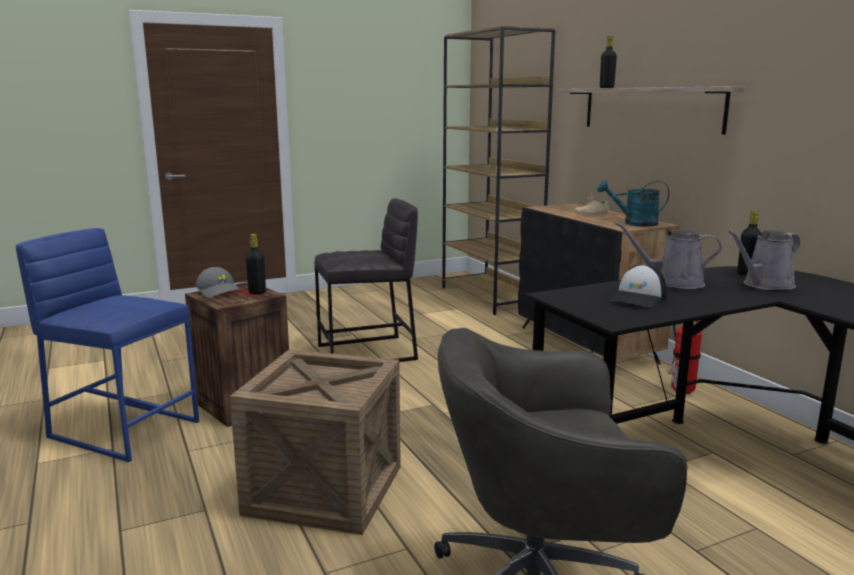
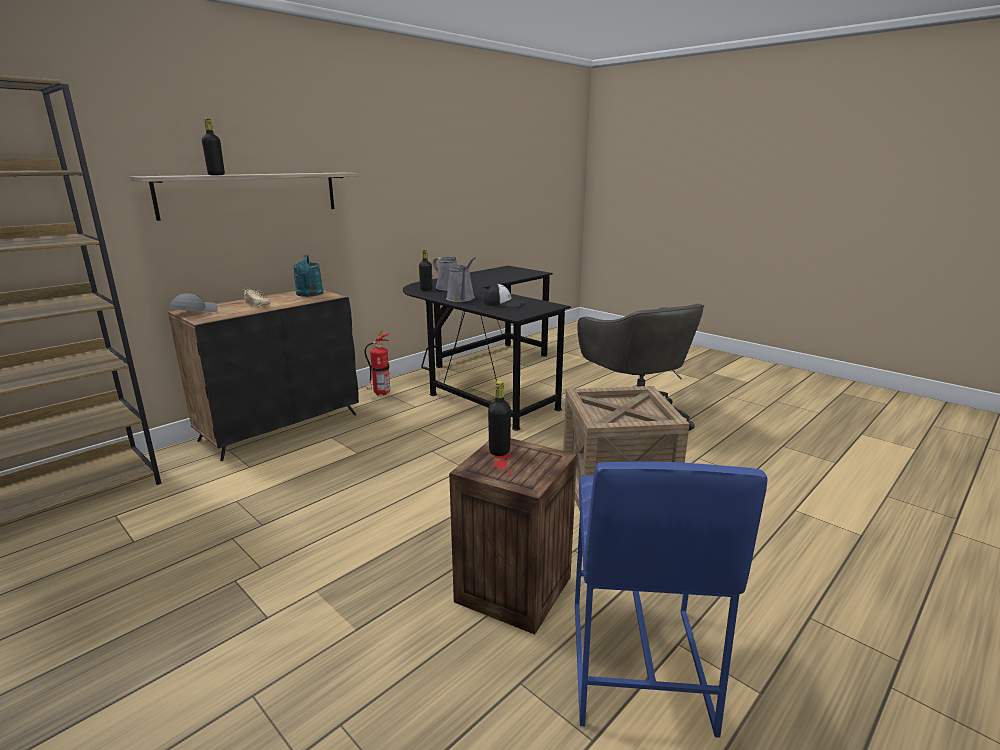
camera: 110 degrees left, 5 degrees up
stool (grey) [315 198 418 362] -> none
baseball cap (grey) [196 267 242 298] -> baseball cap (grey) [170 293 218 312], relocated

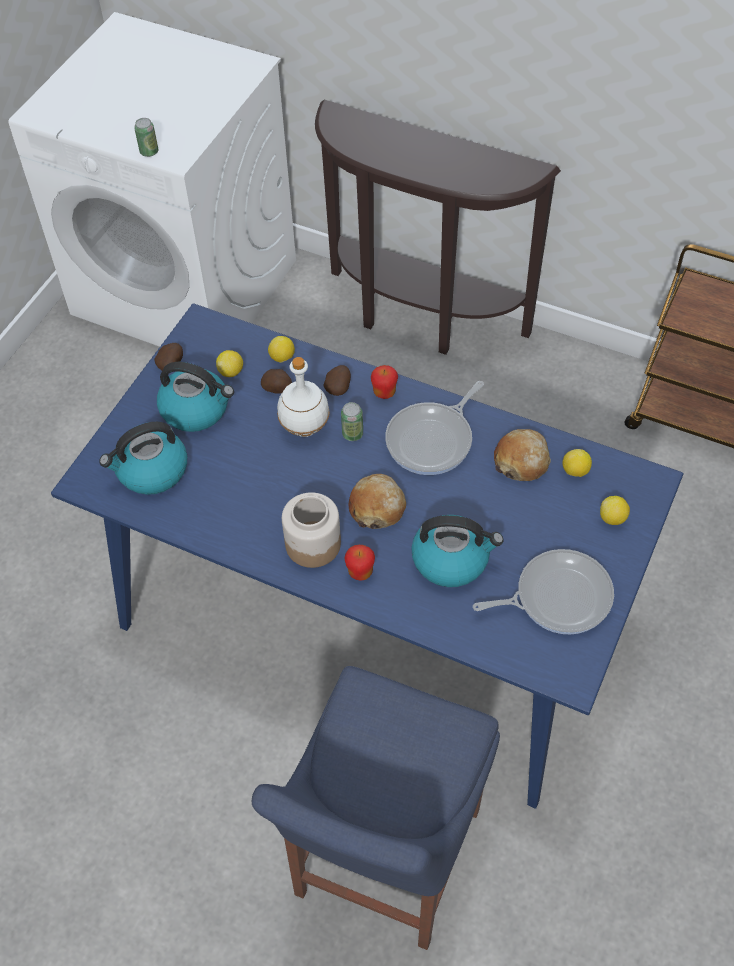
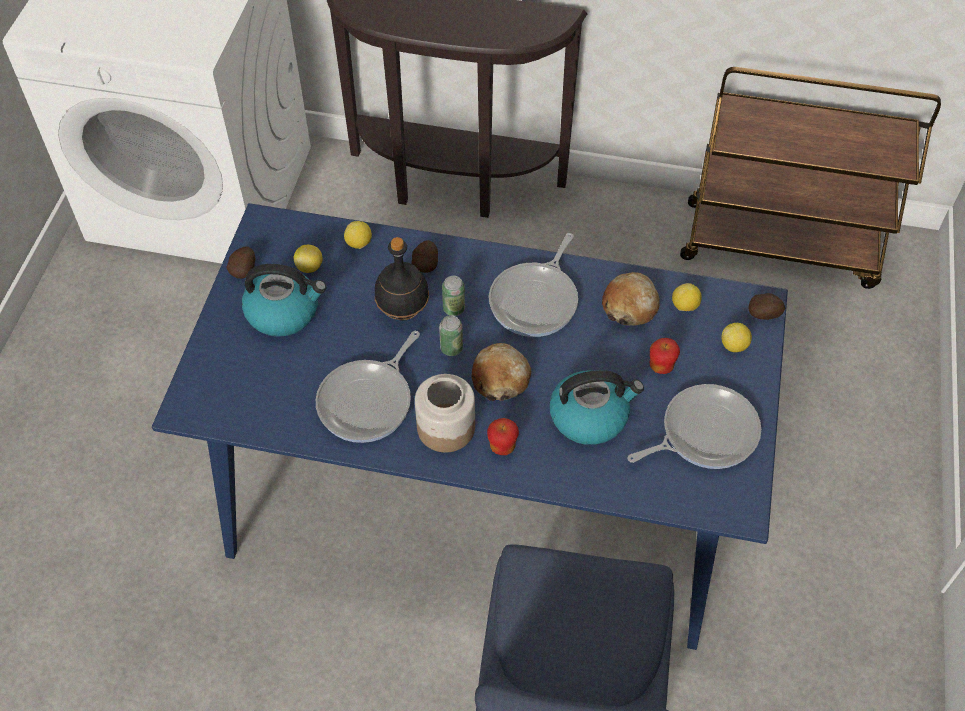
camera: 15 degrees left, 0 degrees up
kettle [99 422 187 495] -> none
none -> frying pan [316 331 420 443]
metal can [134 118 158 157] -> metal can [439 315 463 356], relocated
spud [261 369 292 393] -> spud [748 293 785 320], relocated
apple fruit [371 365 398 399] -> apple fruit [650 338 680 374], relocated
bottle (white) [277 357 330 437] -> bottle (black-coloured) [375 237 429 321]

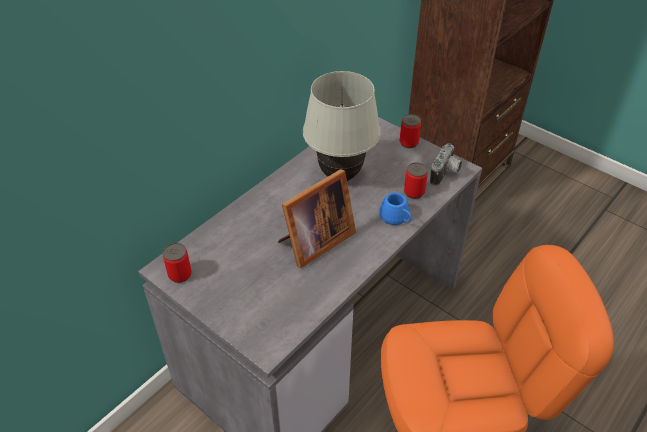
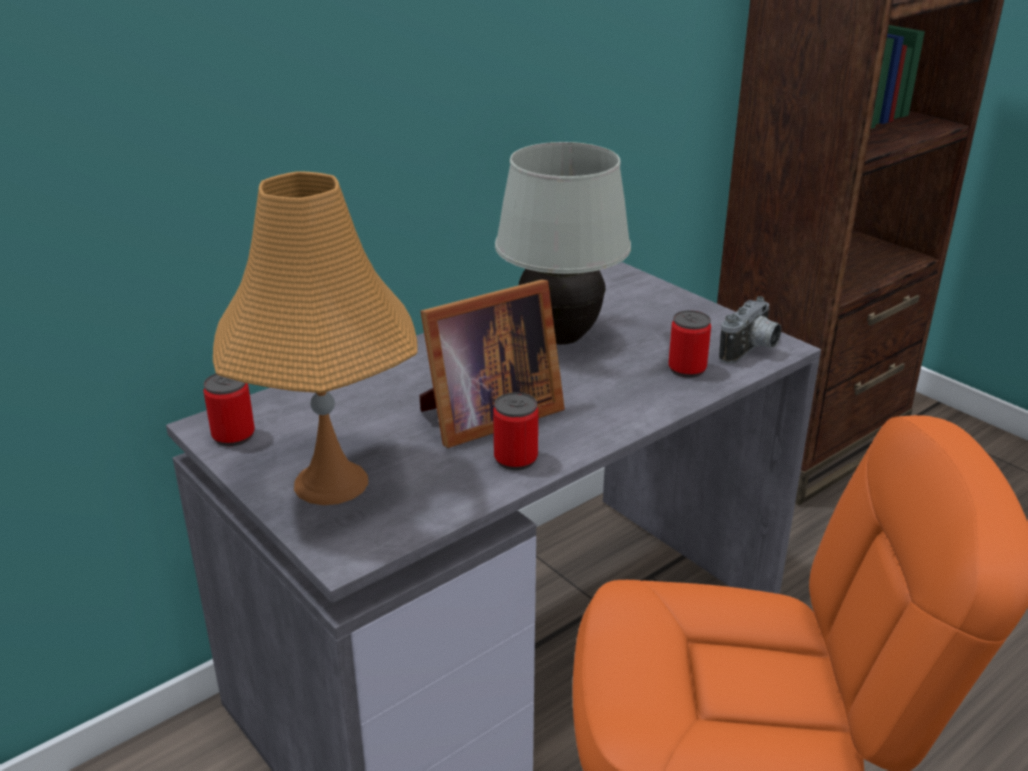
camera: 10 degrees right, 15 degrees down
mug (blue) [379 193 412 225] -> none
none -> lamp for a table (orangey) [213 171 418 505]
metal can [400 114 421 148] -> metal can [493 392 538 470], relocated

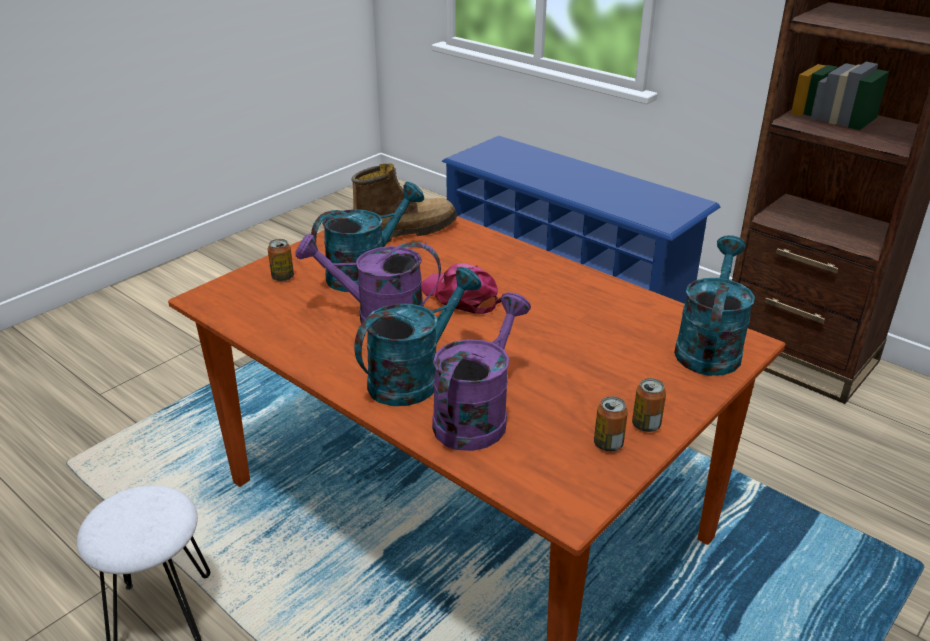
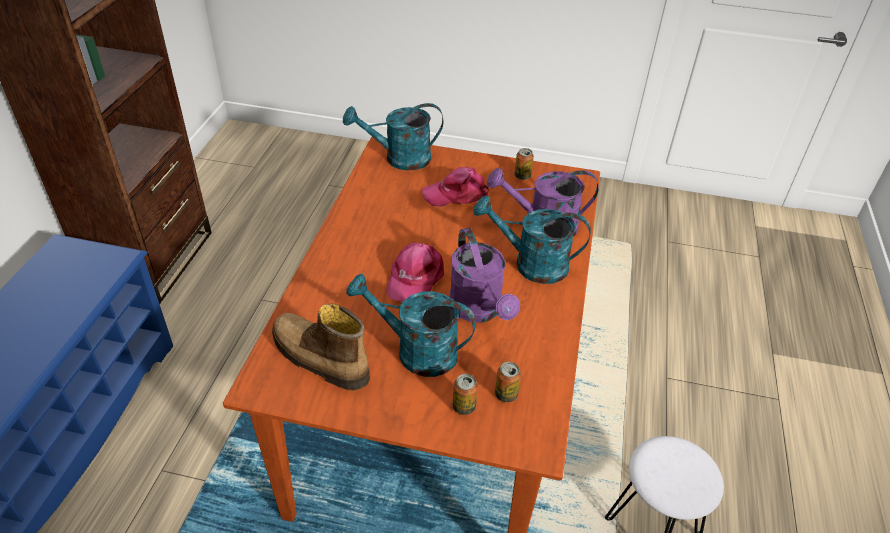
camera: 120 degrees left, 10 degrees up
none -> baseball cap (pink-coloured) [422 167 489 207]
metal can [632 378 666 432] -> metal can [495 362 521 402], relocated

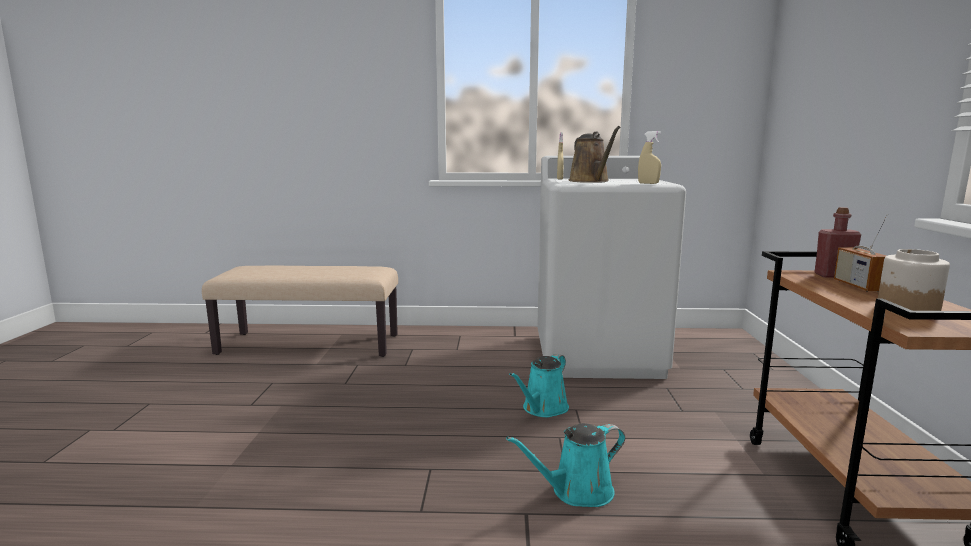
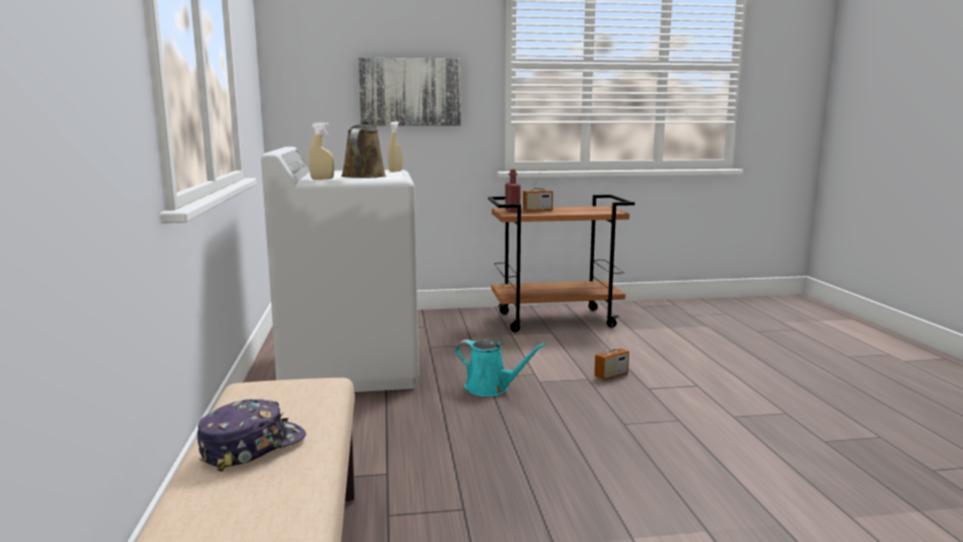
camera: 100 degrees left, 0 degrees up
storage jar [878 249 950 311] -> none
none -> baseball cap [197 399 306 472]
none -> wall art [358 58 461 126]
sprinkling can (turquoise) [506 423 625 507] -> radio [594 324 629 380]
sprinkling can (brown-coloured) [569 126 620 183] -> sprinkling can (brown-coloured) [341 117 386 178], 60 degrees counterclockwise

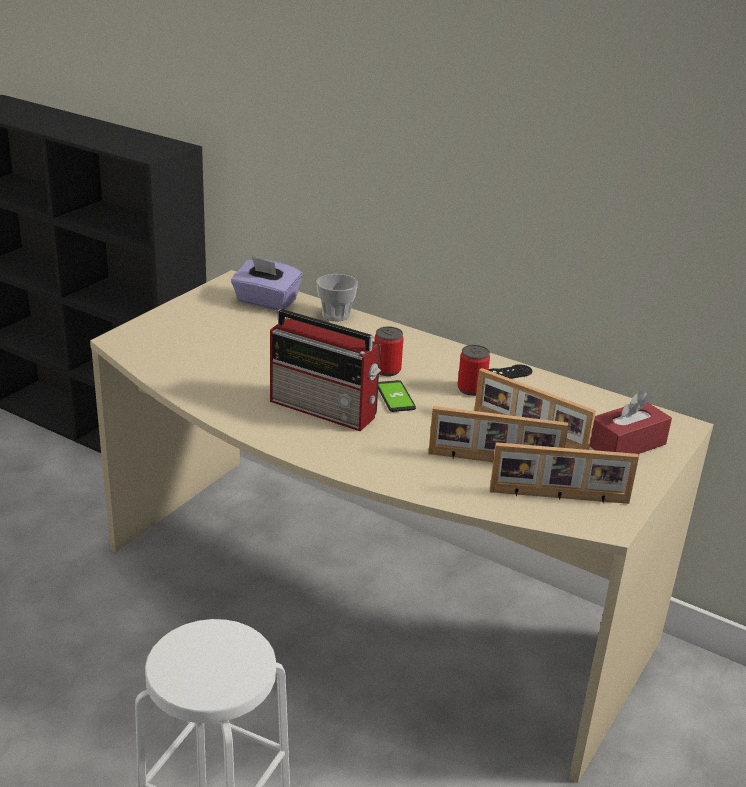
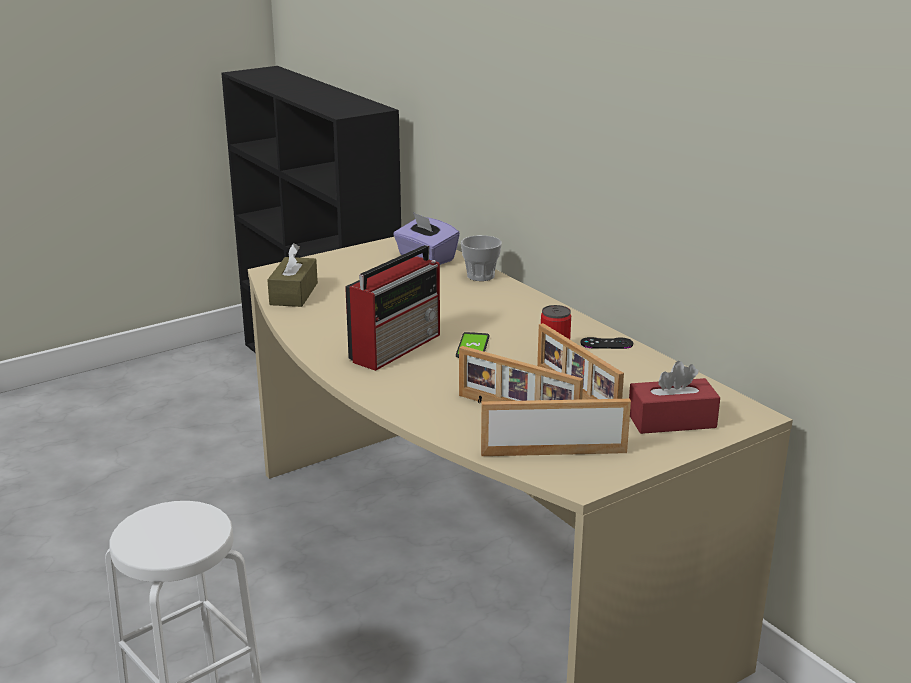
camera: 25 degrees right, 5 degrees down
metal can [375 327 404 376] -> none
none -> tissue holder (brown-coloured) [267 243 318 307]
radio [270 309 381 431] -> radio [345 245 440 371], 105 degrees counterclockwise
photo frame [490 442 639 504] -> photo frame [481 399 631 456], 150 degrees clockwise

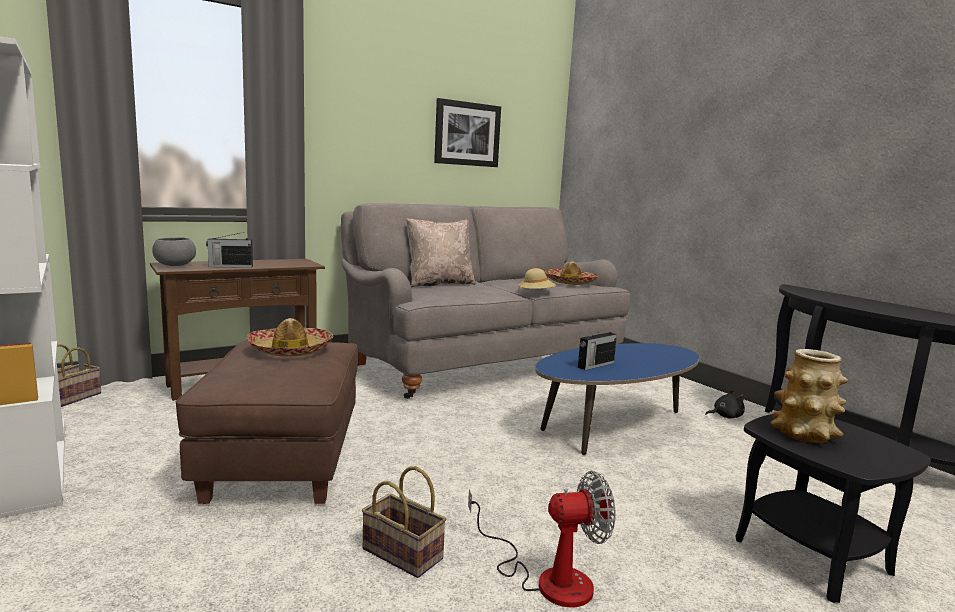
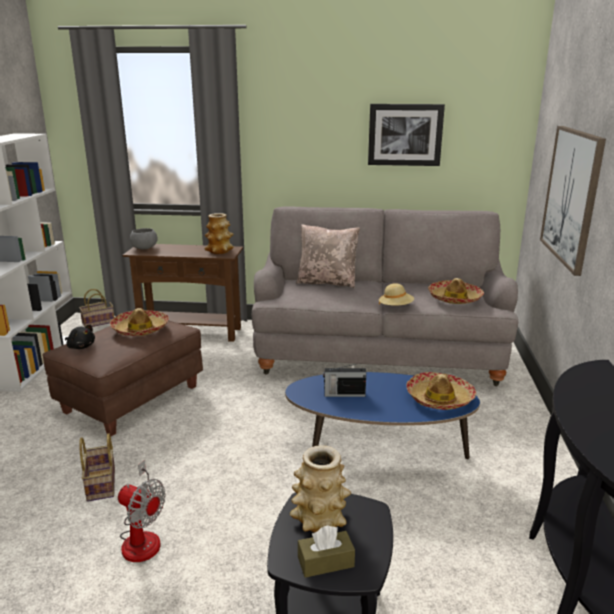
camera: 40 degrees right, 10 degrees up
radio [206 233 253 268] -> none
none -> vase [205 213 234 254]
none -> tissue holder (brown-coloured) [298 525 355 578]
none -> wearable hat [406 372 476 410]
none -> wall art [540 126 606 276]
plush toy (black-coloured) [705 390 745 419] -> plush toy (black-coloured) [65 325 95 349], relocated

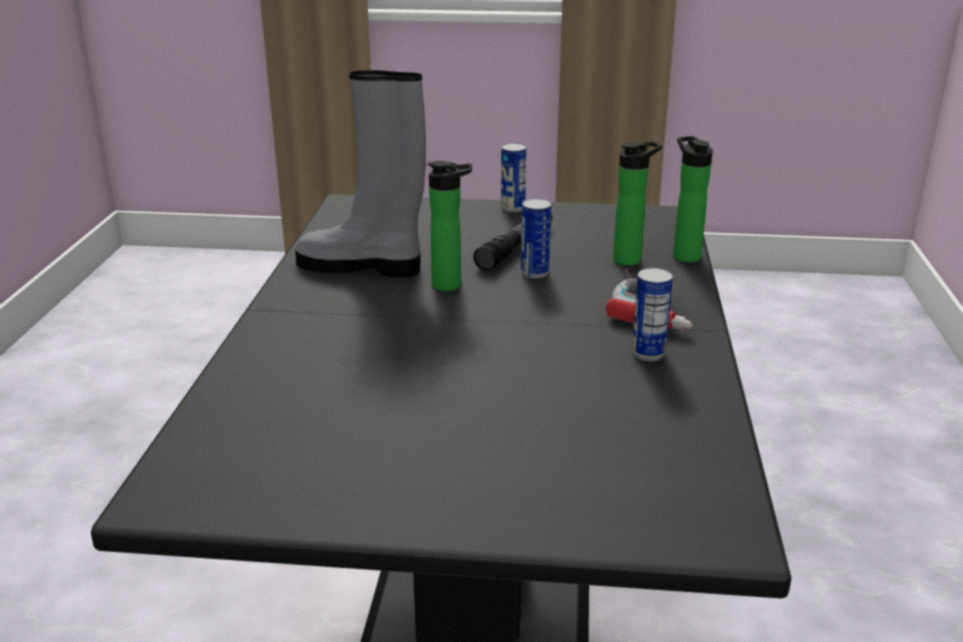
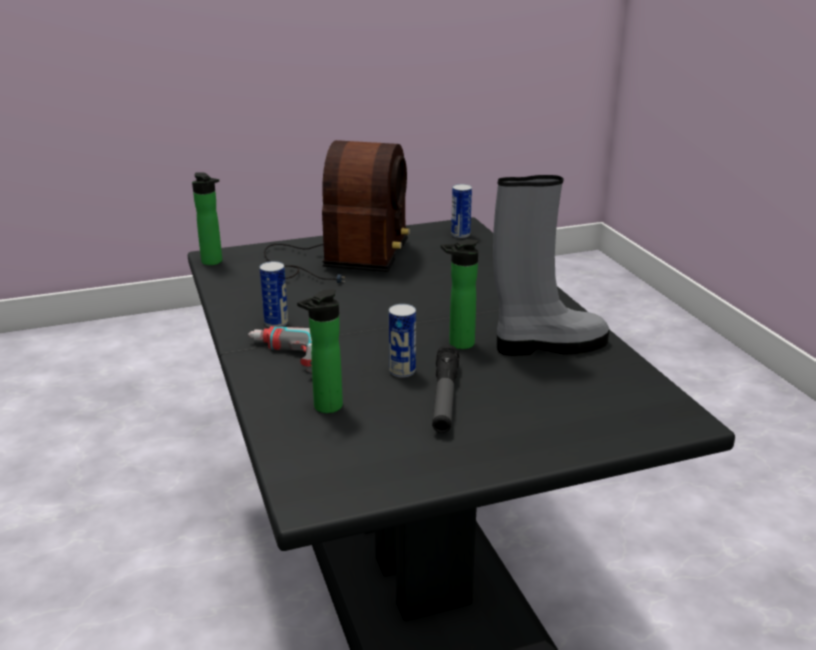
camera: 155 degrees right, 0 degrees up
none -> radio [264 140 410 283]
metal can [501 143 526 212] -> metal can [451 184 472 238], relocated
bottle [673 136 713 262] -> bottle [192 172 222 265], relocated

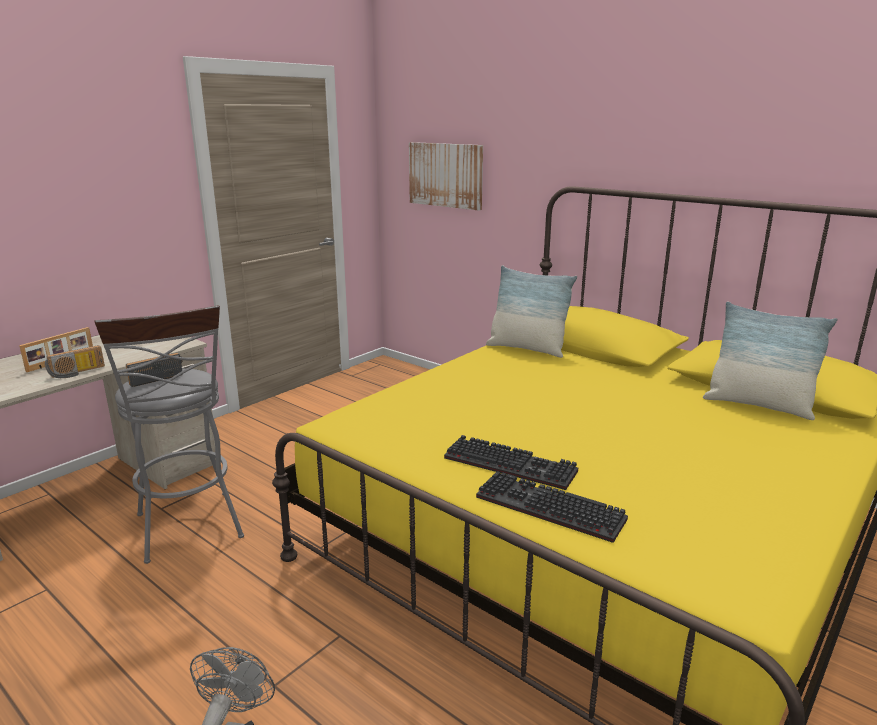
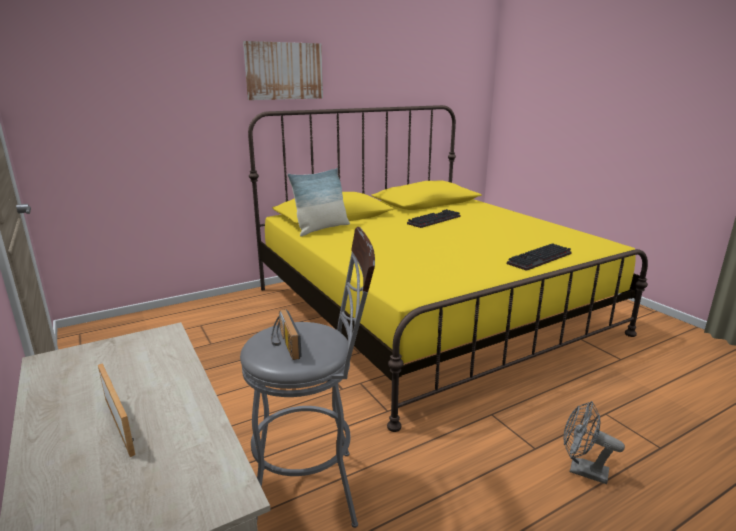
camera: 70 degrees left, 0 degrees up
radio [45 345 105 378] -> none
cushion [703 302 838 420] -> none
wall art [409 142 483 211] -> wall art [243 41 323 100], relocated
computer keyboard [444 435 578 490] -> computer keyboard [407 209 461 228], relocated

